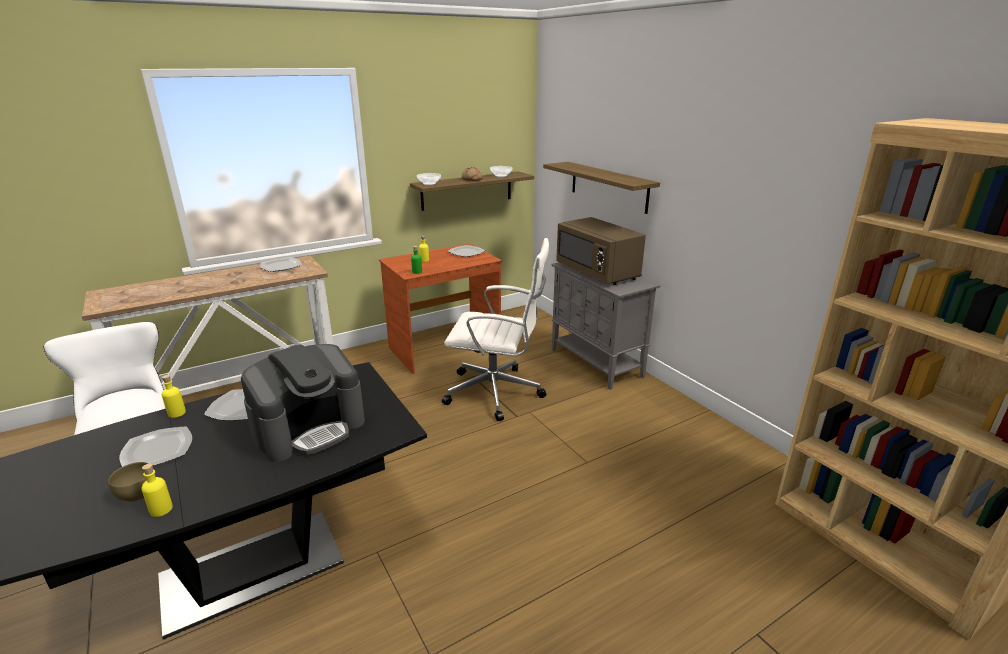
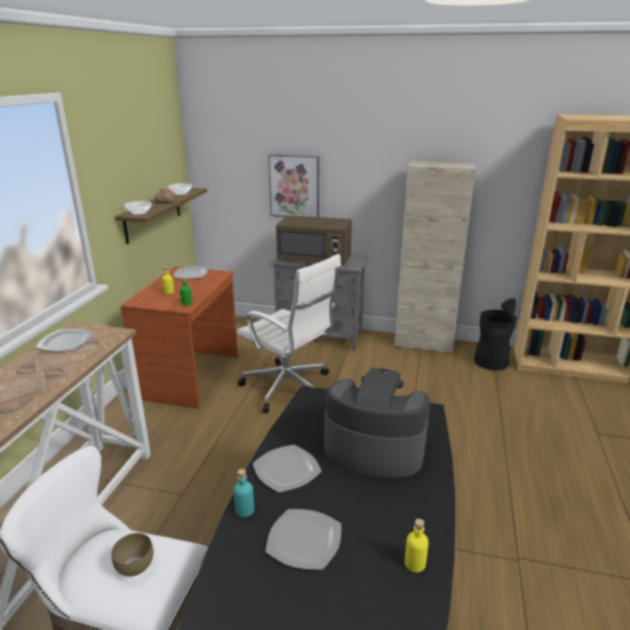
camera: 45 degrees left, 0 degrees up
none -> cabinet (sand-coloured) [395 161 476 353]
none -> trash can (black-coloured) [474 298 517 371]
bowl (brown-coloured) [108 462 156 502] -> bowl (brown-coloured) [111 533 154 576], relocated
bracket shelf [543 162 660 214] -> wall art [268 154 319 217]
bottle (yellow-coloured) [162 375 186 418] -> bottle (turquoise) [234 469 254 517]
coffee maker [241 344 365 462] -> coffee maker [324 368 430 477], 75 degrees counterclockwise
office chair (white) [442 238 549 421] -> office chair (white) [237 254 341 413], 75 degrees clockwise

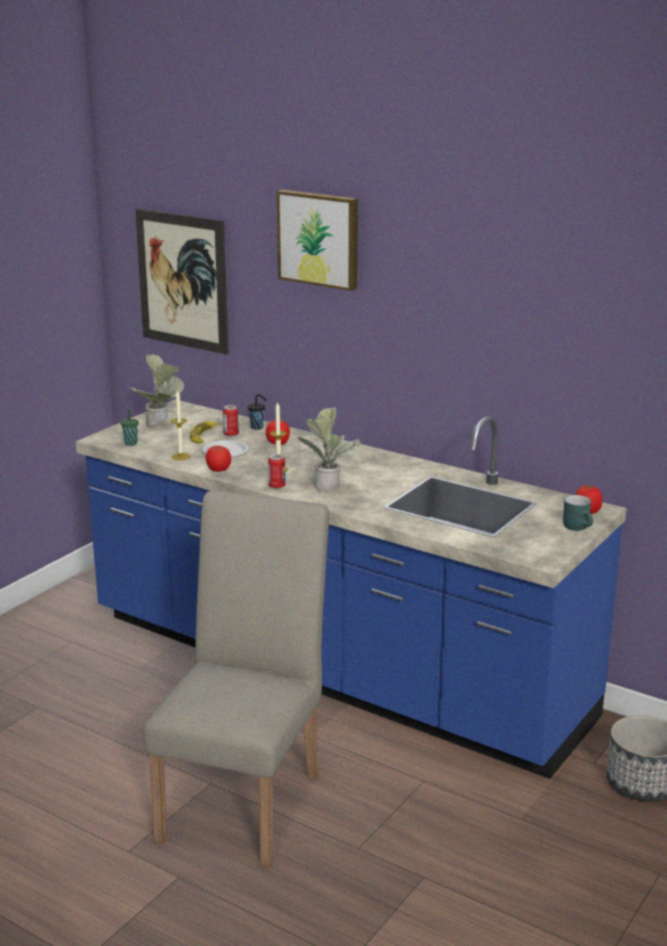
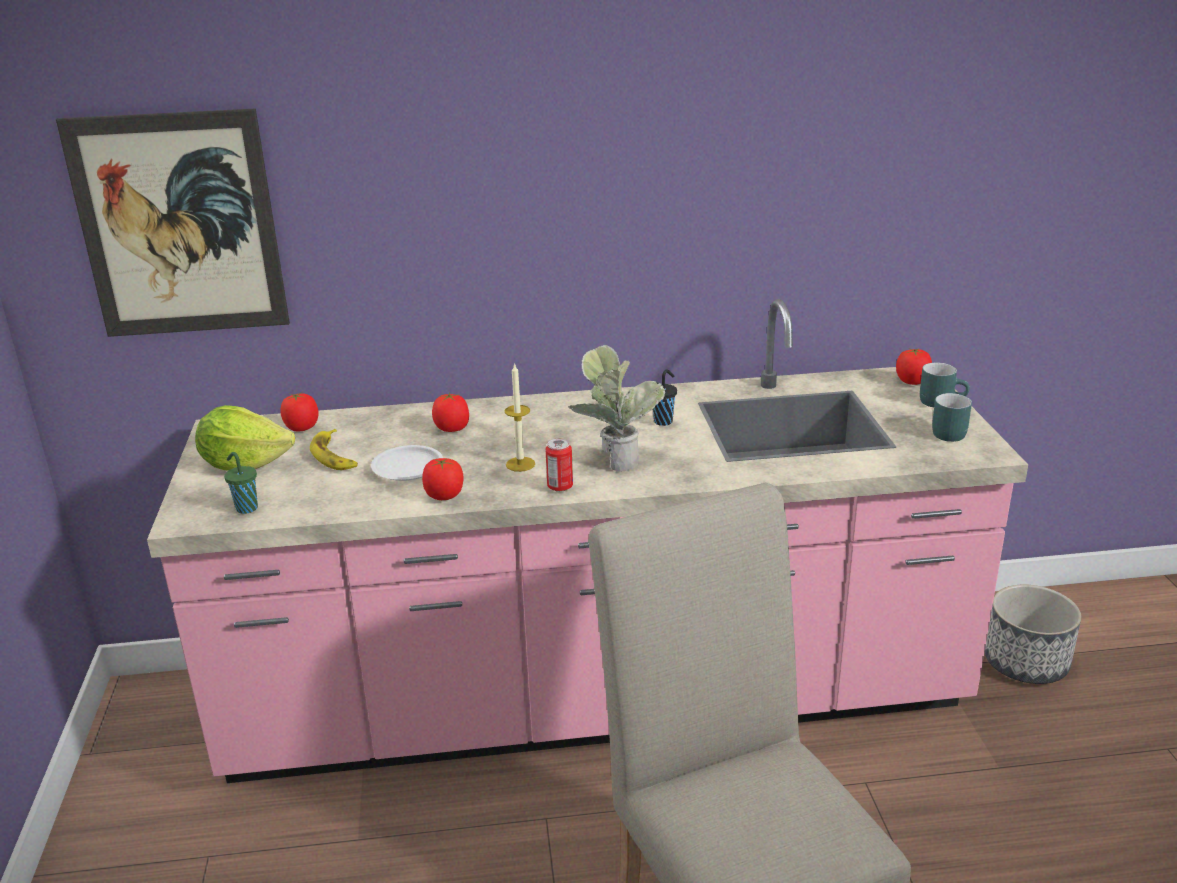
camera: 40 degrees left, 5 degrees up
wax candle [171 390 190 461] -> none
metal can [223 405 239 436] -> none
wall art [277 190 358 291] -> none
none -> tomato [280 392 319 431]
none -> mug (turquoise) [932 393 972 442]
drinking cup (black-coloured) [248 394 267 430] -> drinking cup (black-coloured) [653 370 677 426], relocated
houseplant [129 354 184 427] -> lettuce head [195 405 295 471]
counter (blue) [76 400 627 779] -> counter (pink-coloured) [147 299 1028 783]

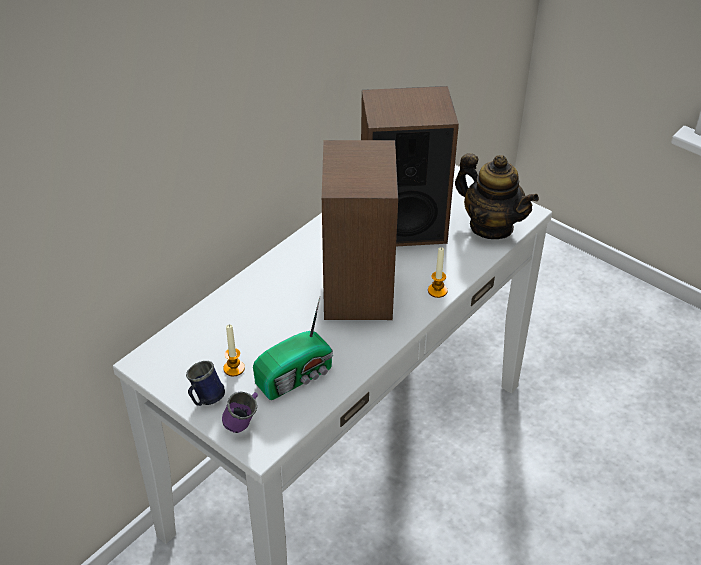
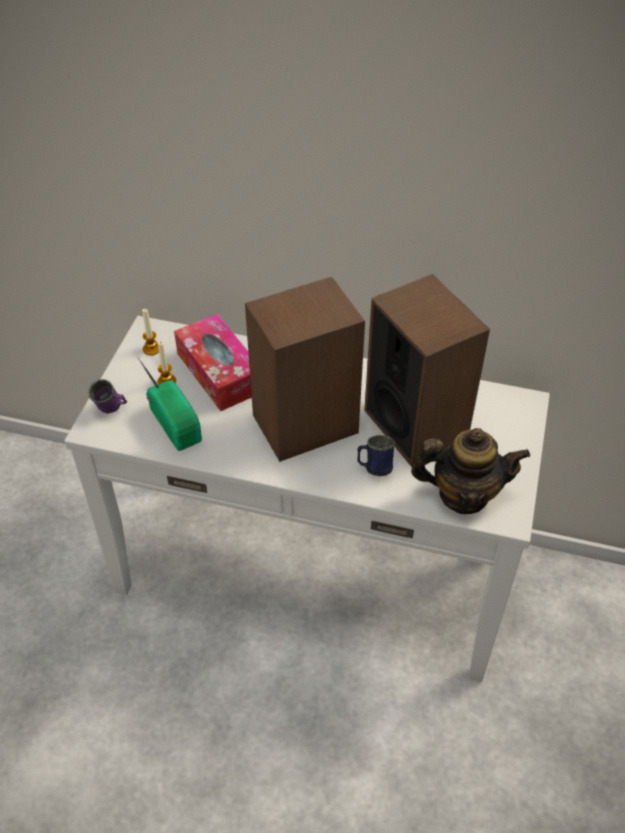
camera: 65 degrees right, 5 degrees up
none -> tissue holder [174 314 252 411]
mug (blue) [186 361 225 406] -> mug (blue) [357 435 395 476], relocated
wax candle [428 247 447 298] -> wax candle [142 308 159 355], relocated
radio [253 297 333 400] -> radio [138 358 202 451], 150 degrees counterclockwise
tea pot [455 153 539 239] -> tea pot [411 428 530 514], 105 degrees counterclockwise

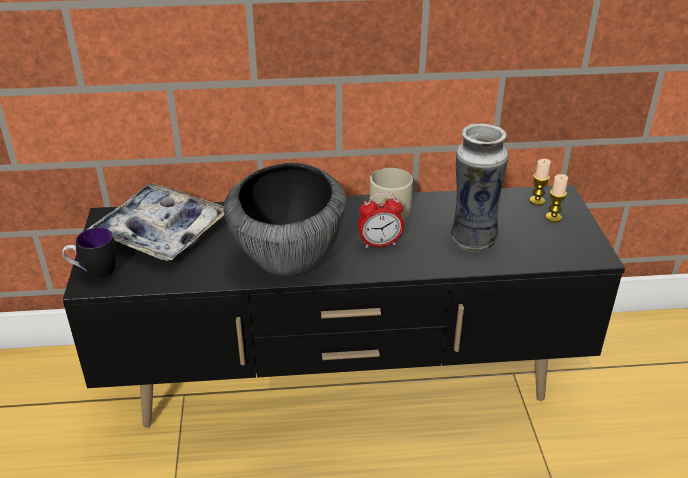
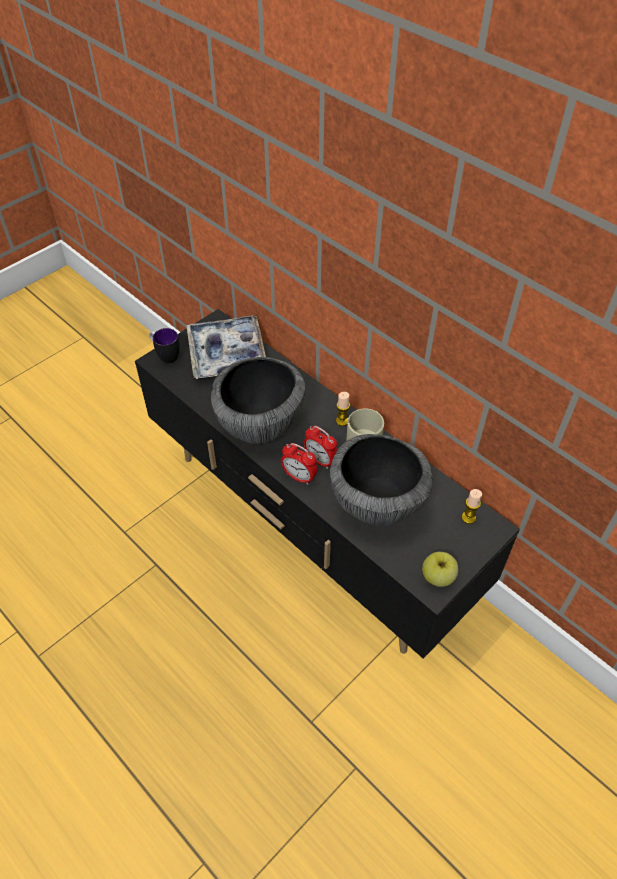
camera: 50 degrees right, 15 degrees up
none -> alarm clock [281 443 318 485]
none -> apple fruit [422 552 458 587]
wax candle [545 174 568 222] -> wax candle [336 392 350 426], relocated
vase [451 124 508 252] -> bowl [330 434 433 526]

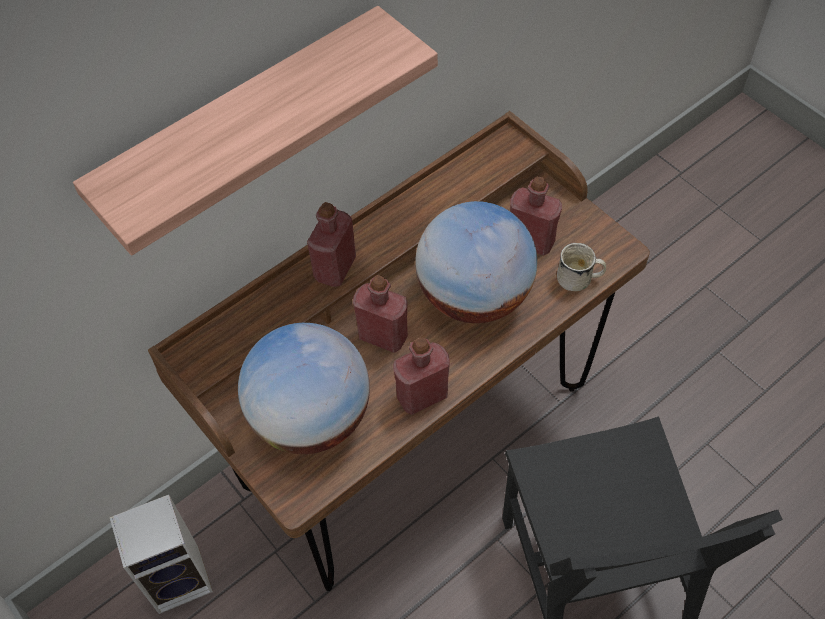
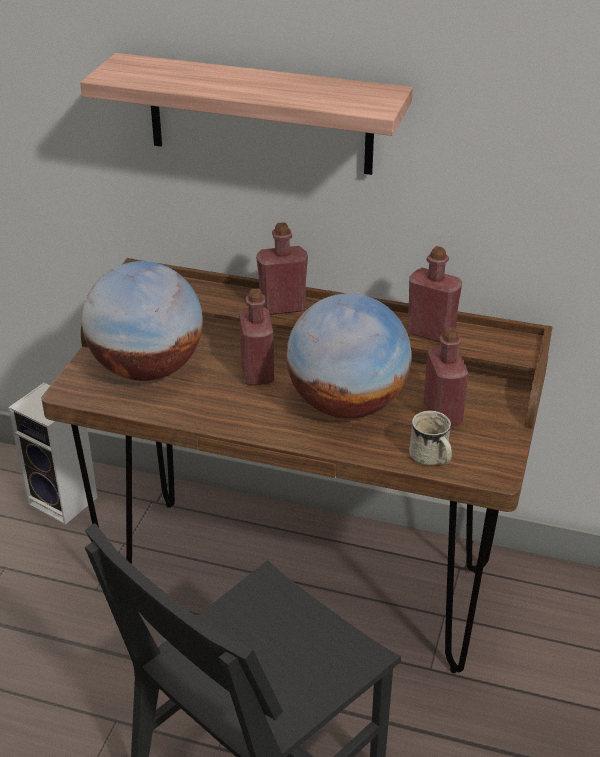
camera: 55 degrees right, 20 degrees down
bottle (red) [393 338 450 415] -> bottle (red) [407 246 462 342], relocated

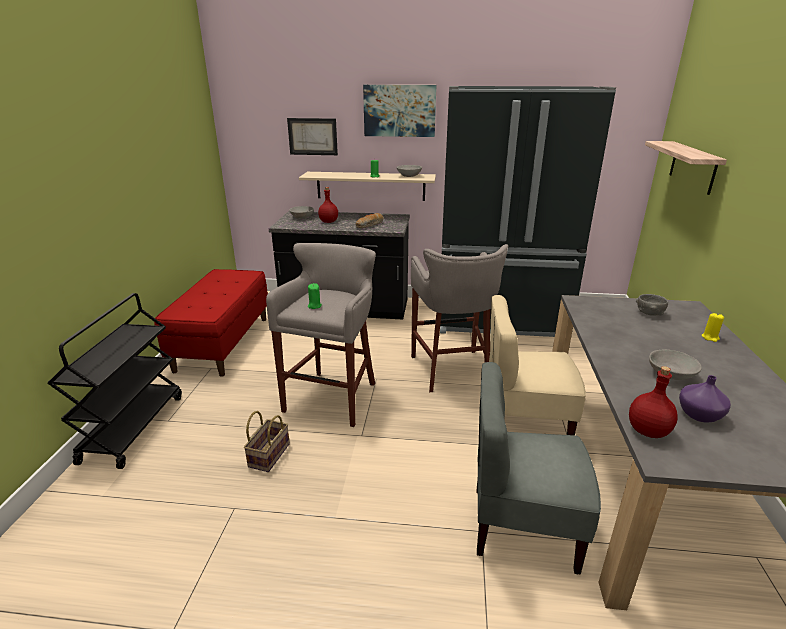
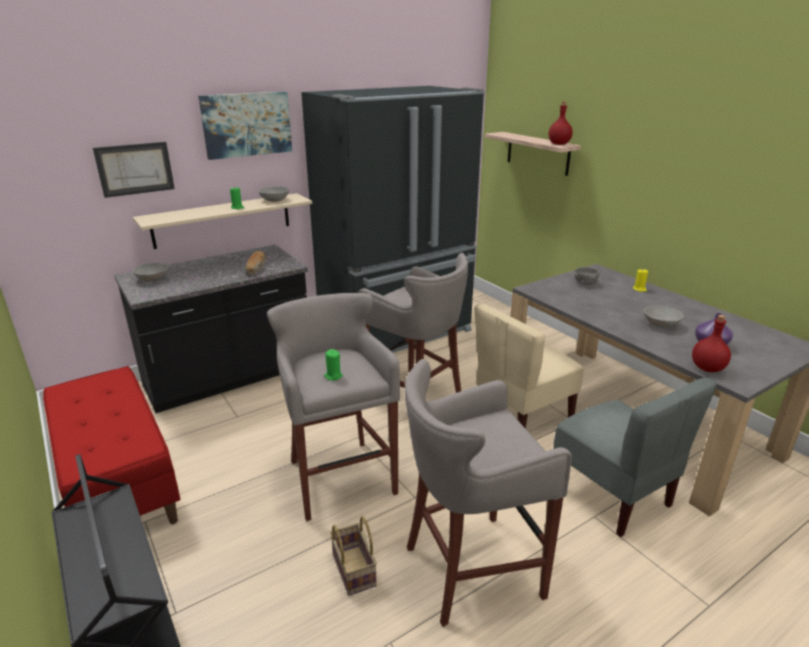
camera: 40 degrees left, 0 degrees up
none -> stool (grey) [405 359 572 627]
bottle (red) [318 187 338 223] -> bottle (red) [548 102 573 145], relocated
chair (grey) [477 362 601 575] -> chair (grey) [553 377 717 537], 90 degrees counterclockwise

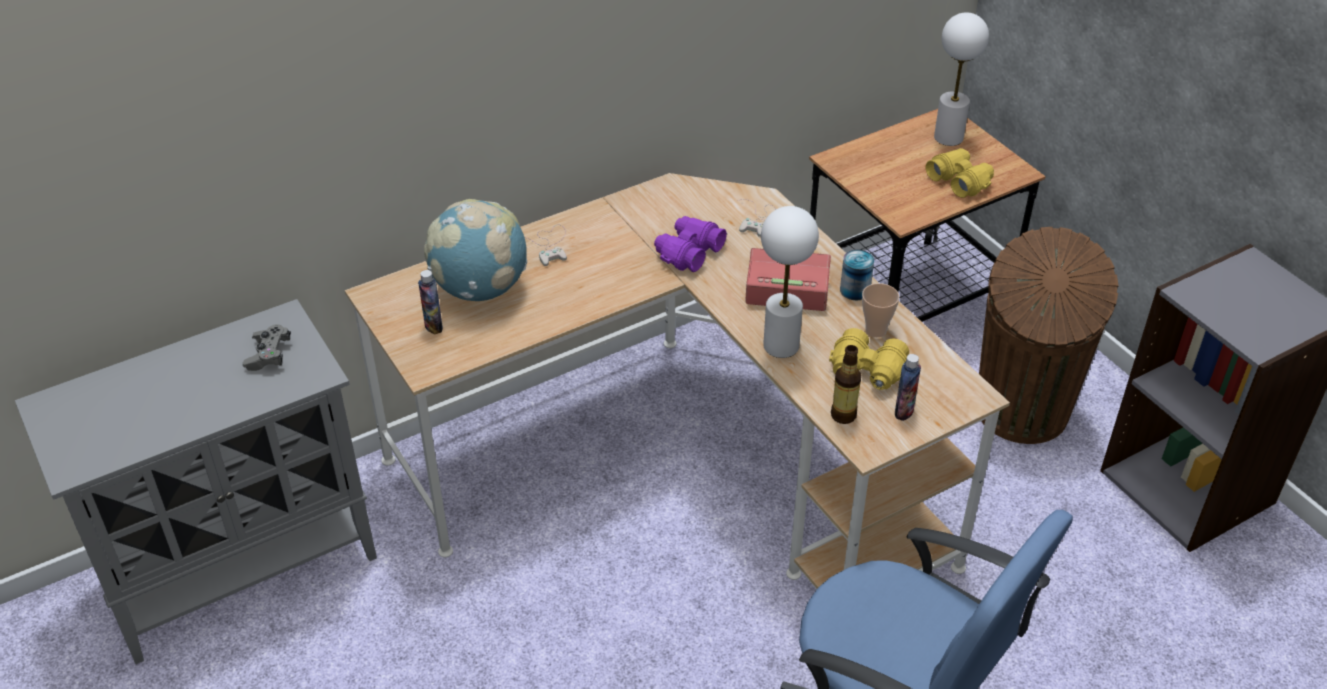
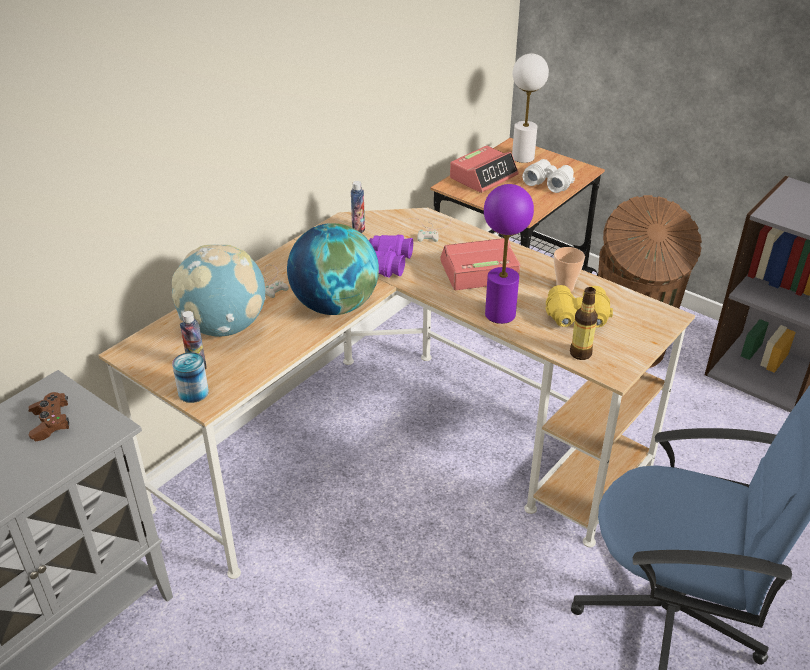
camera: 20 degrees left, 5 degrees down
none -> desk globe [287 223 379 315]
none -> alarm clock [450 146 519 193]
metal can [840 249 874 300] -> metal can [172 352 209 403], relocated
bottle [895 354 921 421] -> bottle [351 181 365 233], relocated
joypad (grey) [243 324 291 371] -> joypad (brown-coloured) [28 392 69 442]
lamp for a table (white) [761 206 819 358] -> lamp for a table (purple) [484 184 534 324]
pair of binoculars (yellow-coloured) [926 148 994 198] -> pair of binoculars (white) [522 159 575 193]

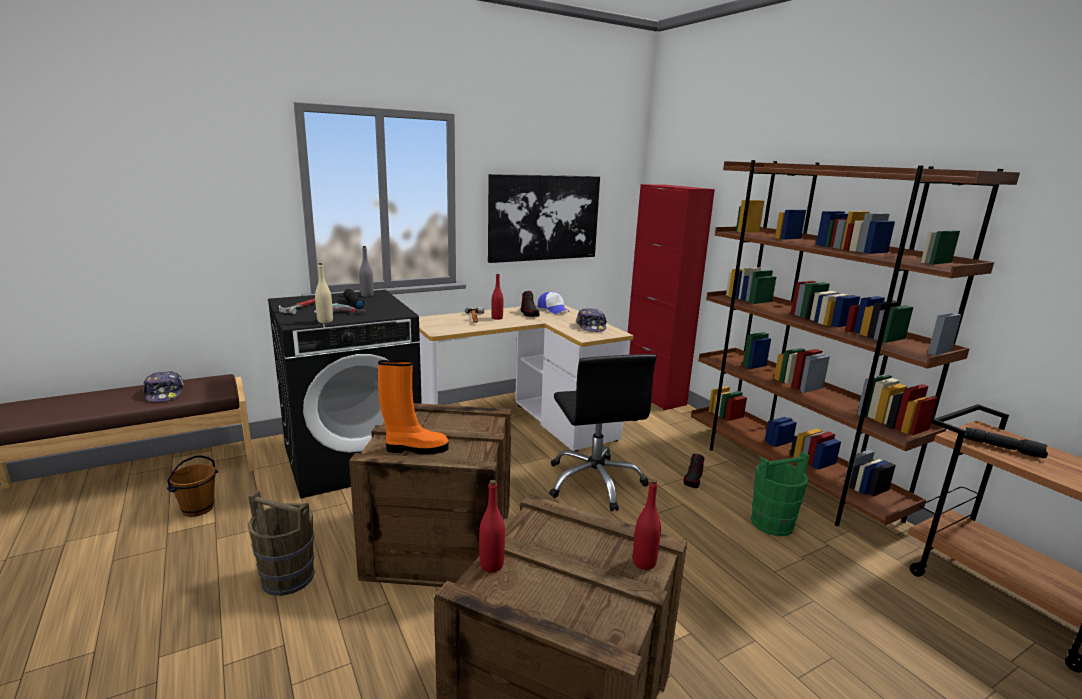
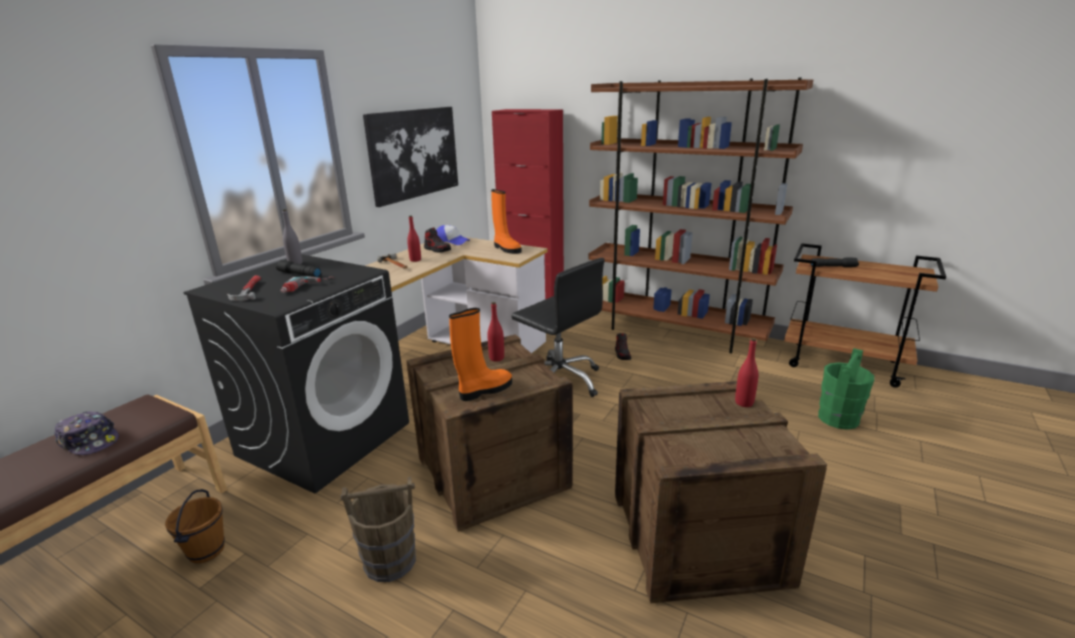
camera: 30 degrees left, 5 degrees up
bottle (sand-coloured) [315 263 333 323] -> none
bottle (red) [479 480 505 573] -> bottle (red) [487 302 504 362], relocated
pail (green) [751 451 810 536] -> pail (green) [818 348 874 430], relocated
baseball cap [576 308 607 332] -> high-top boot (orangey) [491 189 522 254]

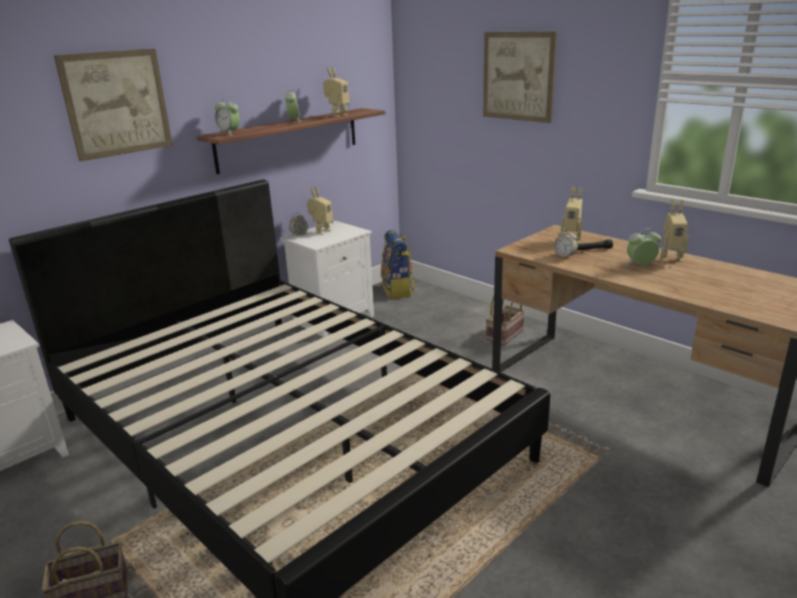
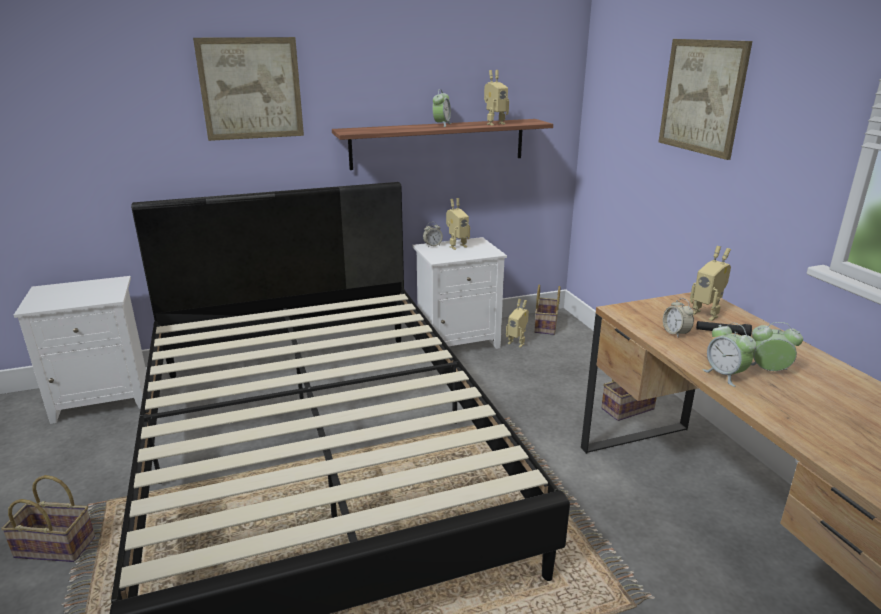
camera: 25 degrees right, 0 degrees up
alarm clock [215 98 240 136] -> alarm clock [702 323 757 387], relocated
robot figure [661 200 689 262] -> robot figure [506 299 529 348], relocated
backpack [381 230 415 299] -> basket [534 284 560 335]

